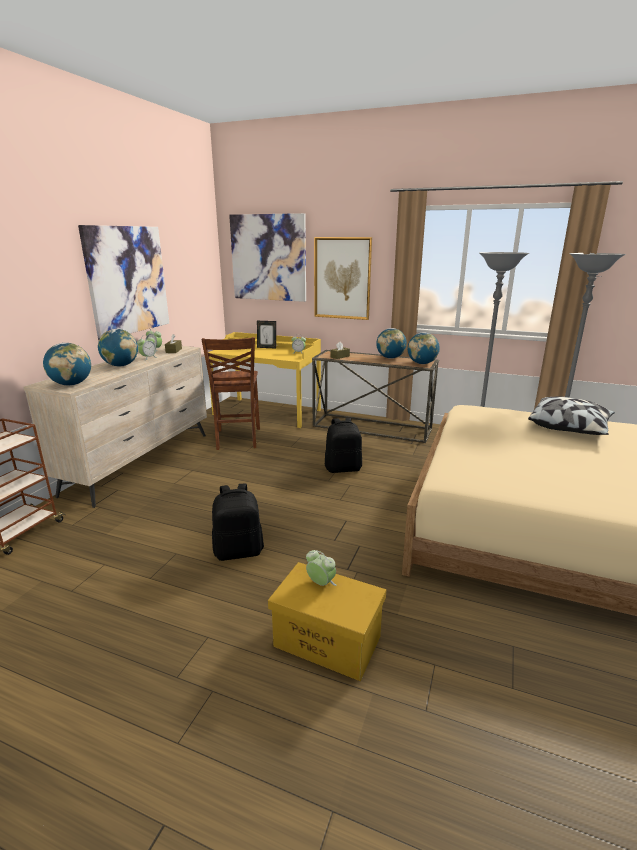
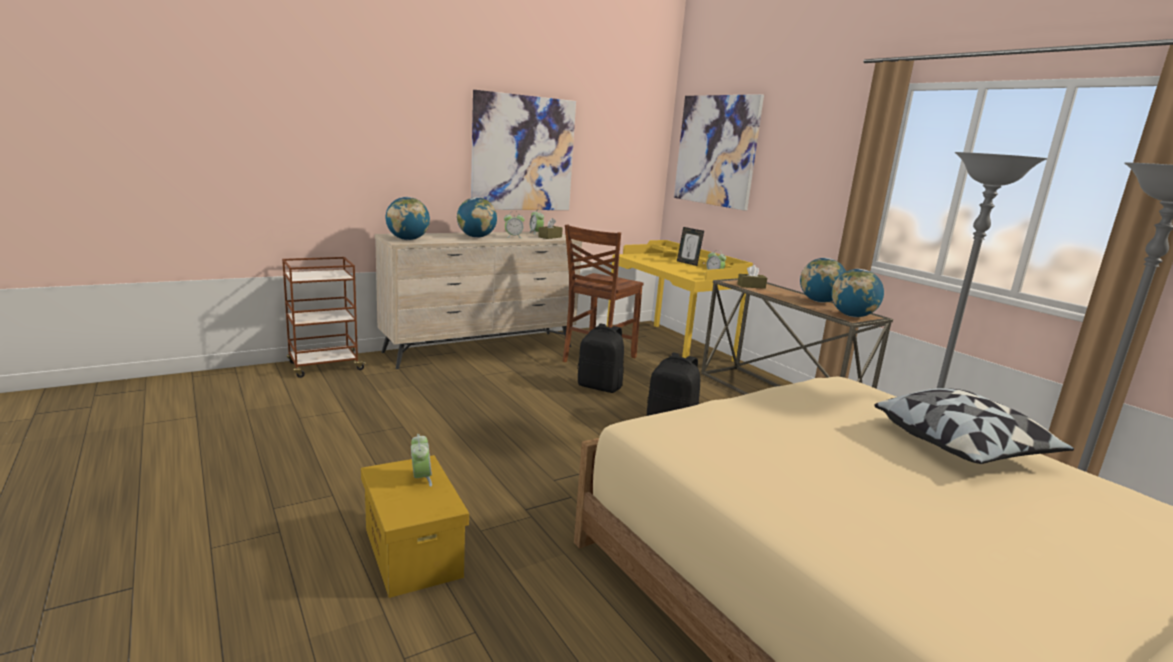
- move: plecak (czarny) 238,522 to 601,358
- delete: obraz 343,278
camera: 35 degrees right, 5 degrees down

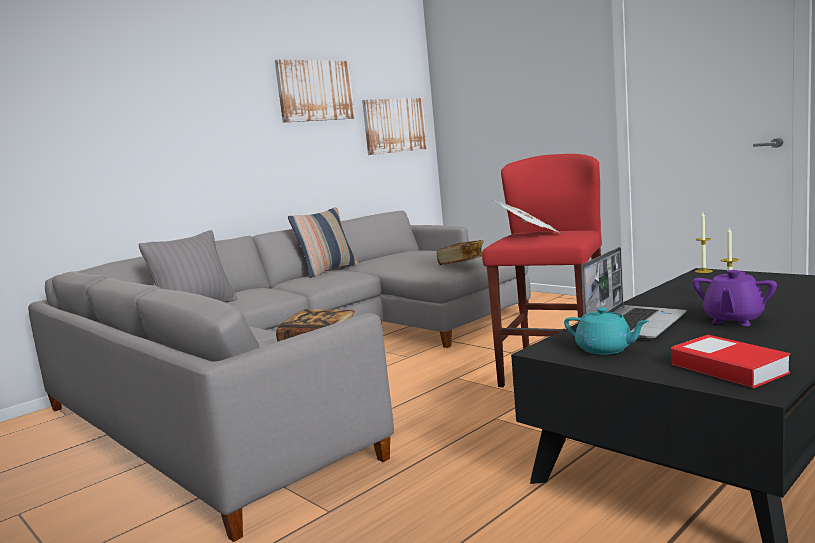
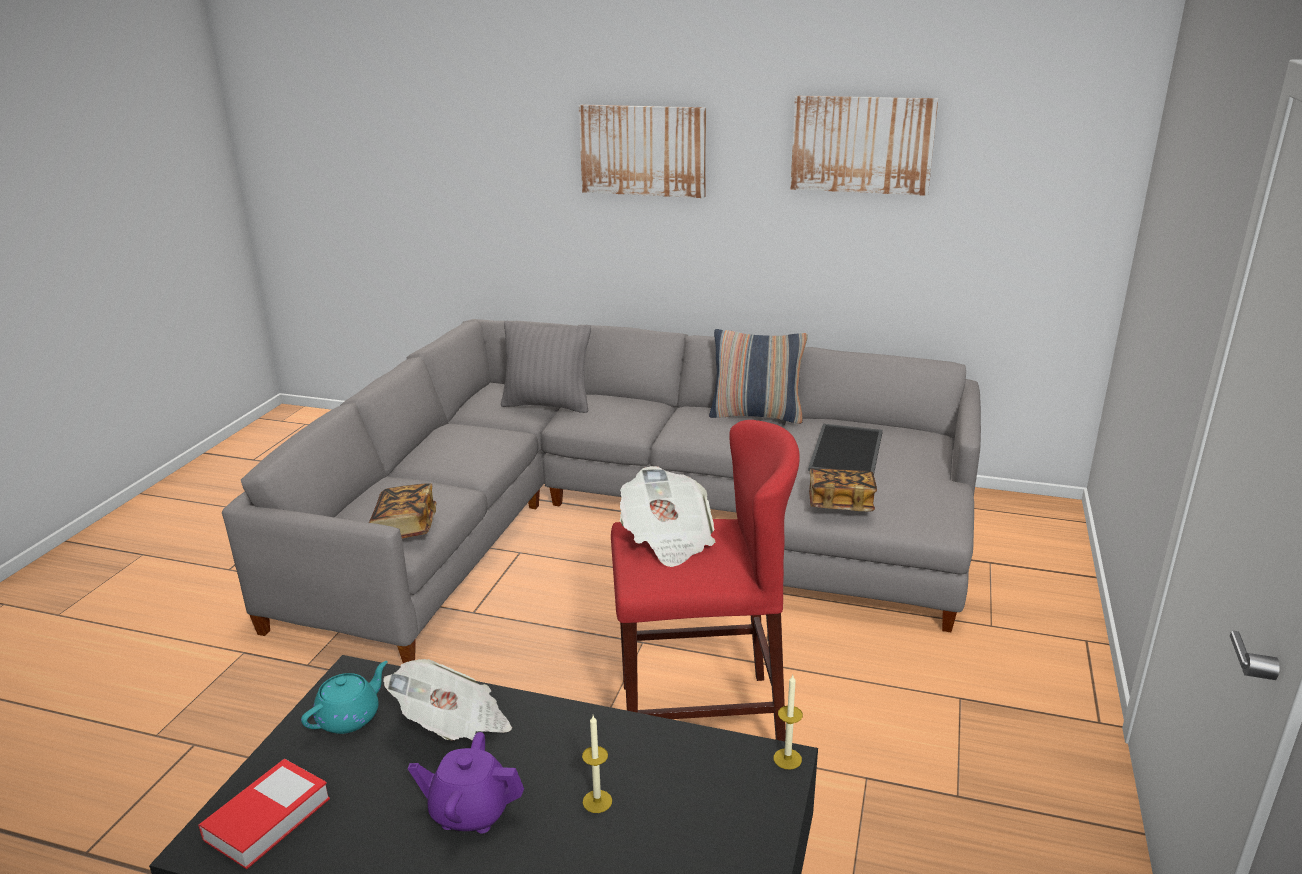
- rotate: imbryk (turkusowy) 606,331 = 344,697 150 degrees counterclockwise
- replace: laptop 634,293 to gazeta 448,700
- move: obraz 394,126 to 642,151
- insert: taca 845,449
camera: 60 degrees right, 15 degrees up

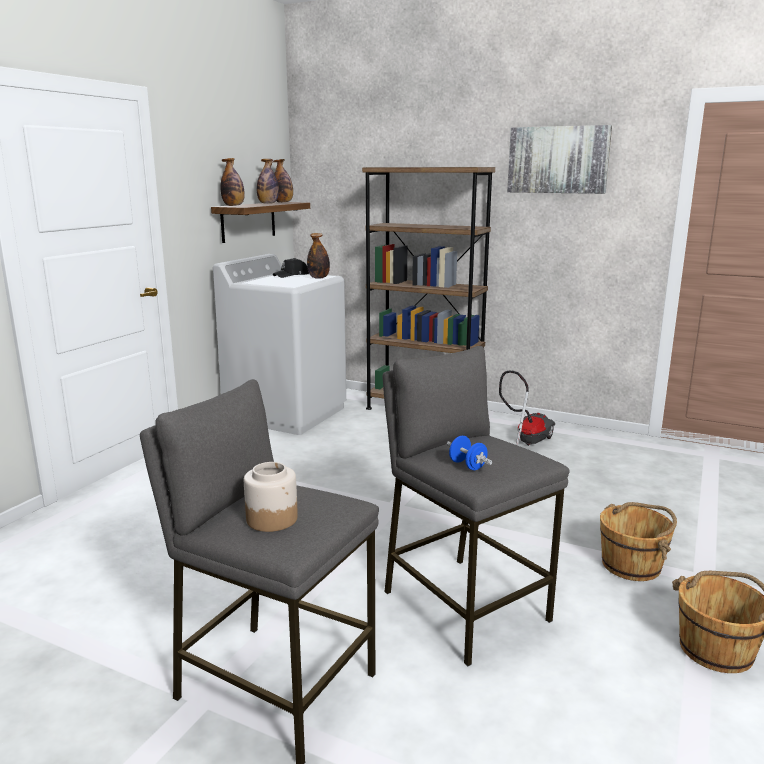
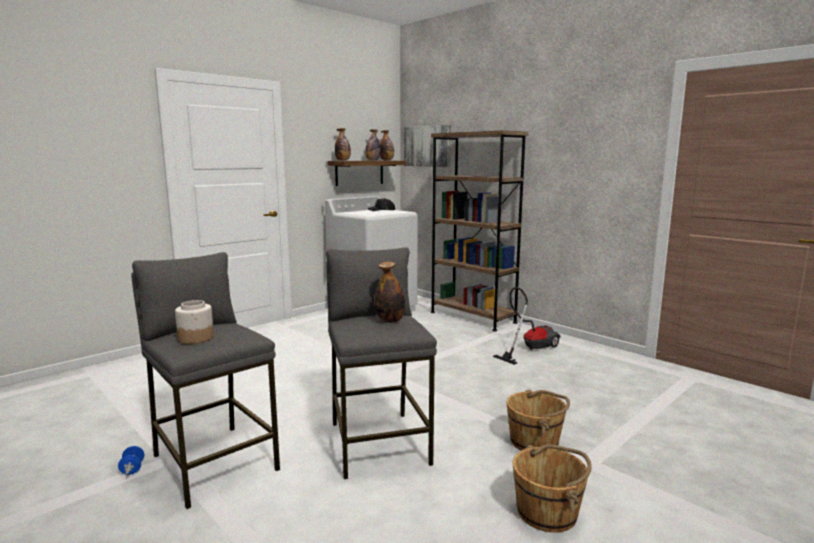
- move: hantel (niebieski) 469,453 to 131,460
- move: butelka 318,256 to 390,292
- move: obraz 559,159 to 427,146
camera: 20 degrees right, 5 degrees down

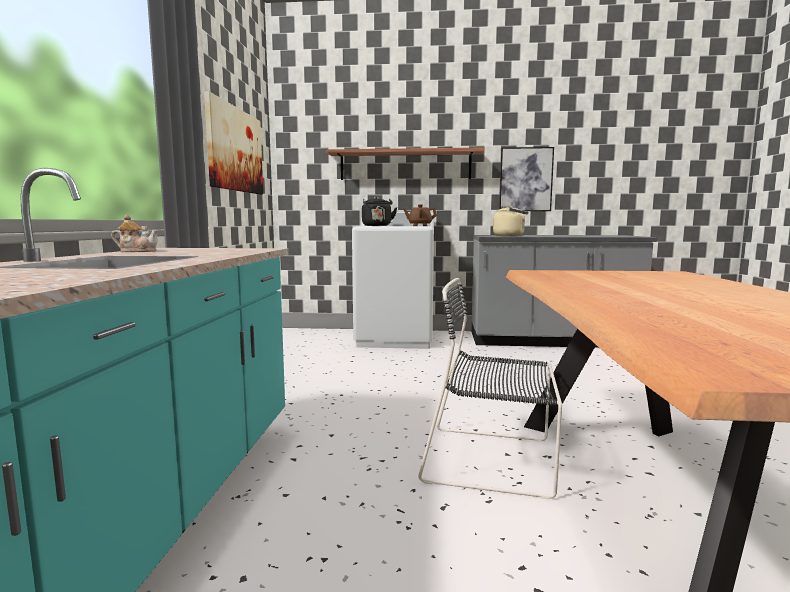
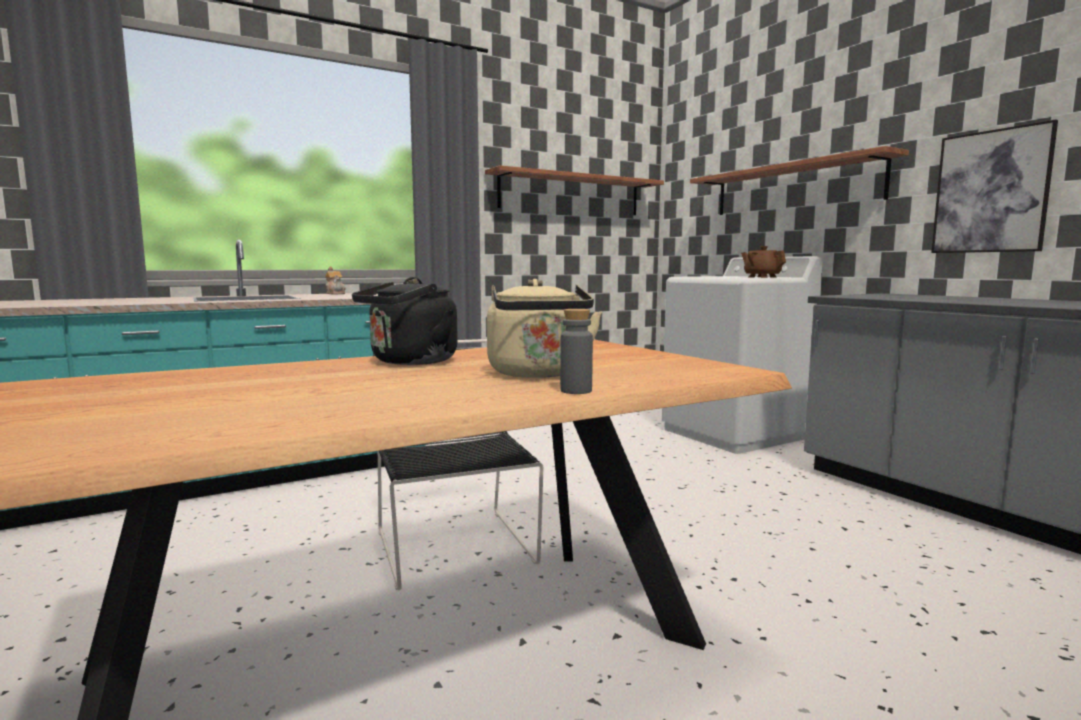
- move: czajnik (czarny) 379,211 to 405,321
- replace: obraz 233,142 to półka 574,190
- move: czajnik (beżowy) 510,221 to 544,328
- insert: butelka (szary) 576,351
camera: 55 degrees right, 0 degrees up

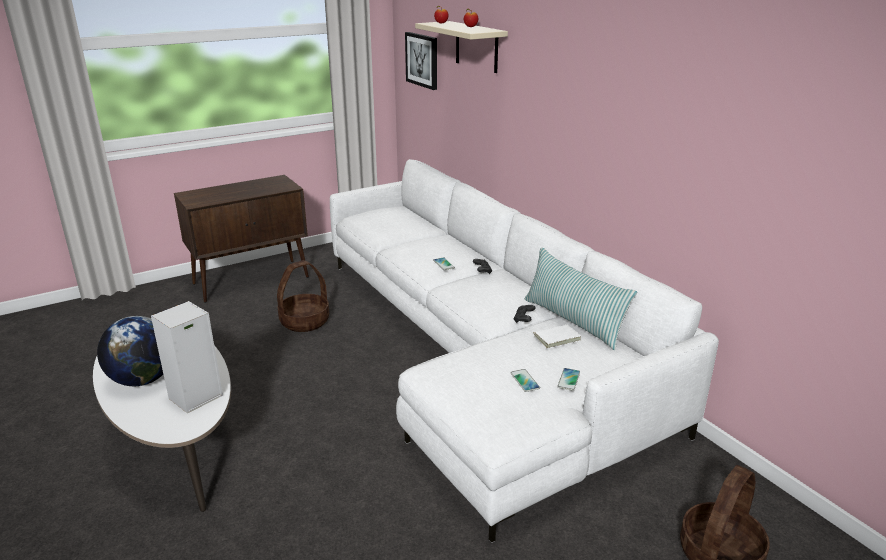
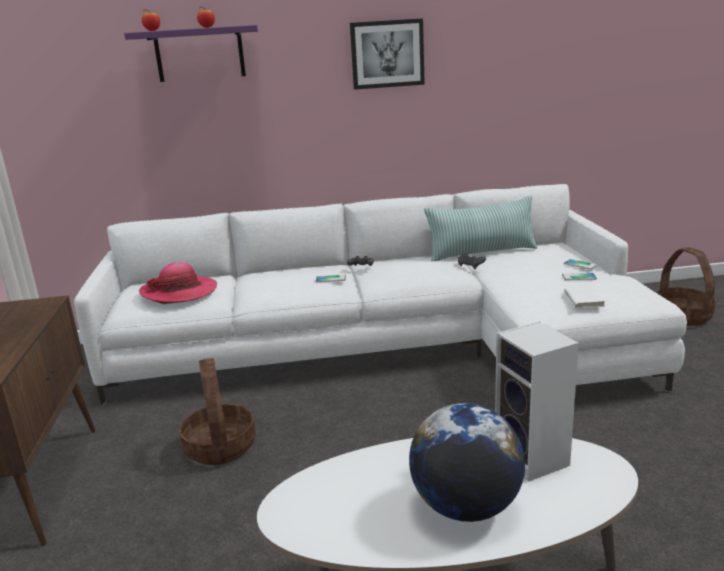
- recolor: półka (beżowy) 461,47 to półka (fioletowy) 191,53
- insert: kapelusz 178,283
- move: obraz 421,61 to 387,54
- move: książka (biały) 555,336 to 584,297
camera: 65 degrees left, 5 degrees down

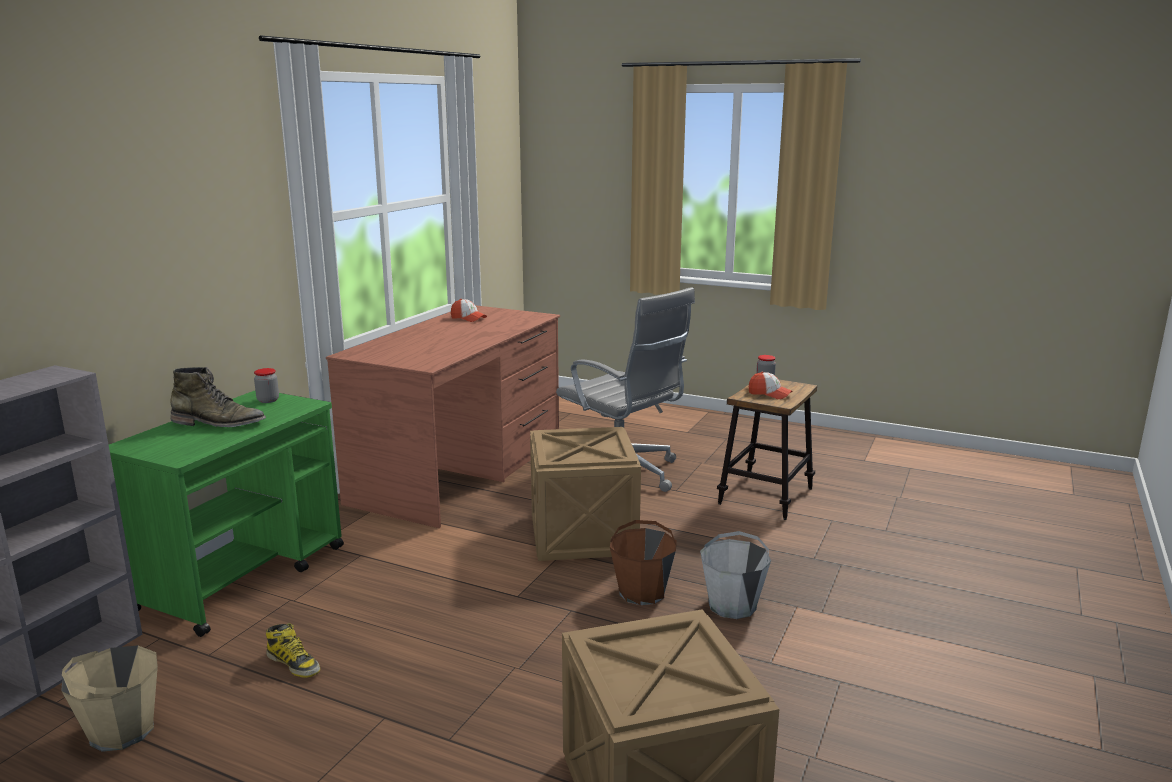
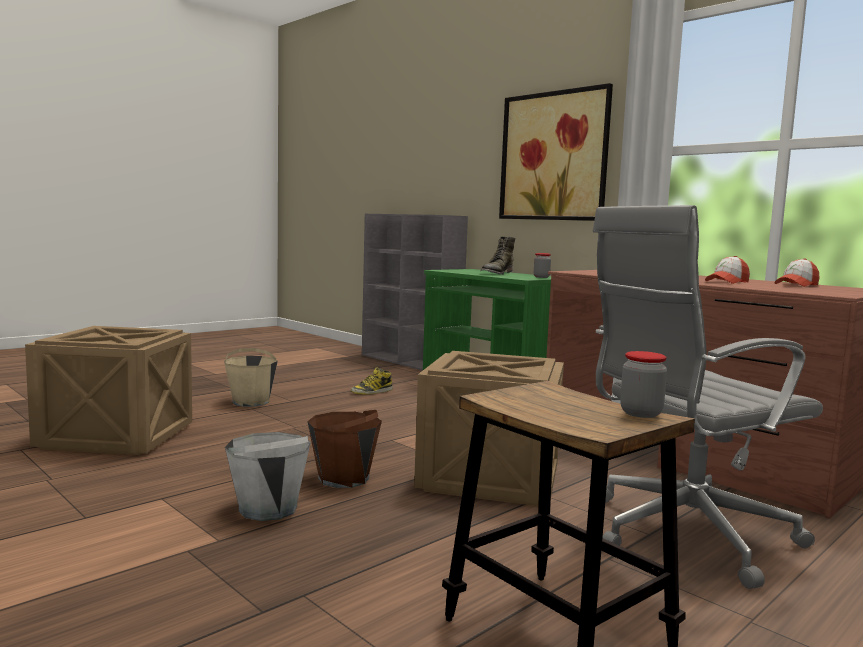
- move: wiadro (beżowy) 109,698 to 251,377
- insert: obraz 556,152
- move: czapka z daszkiem 770,385 to 727,270
camera: 110 degrees right, 10 degrees down

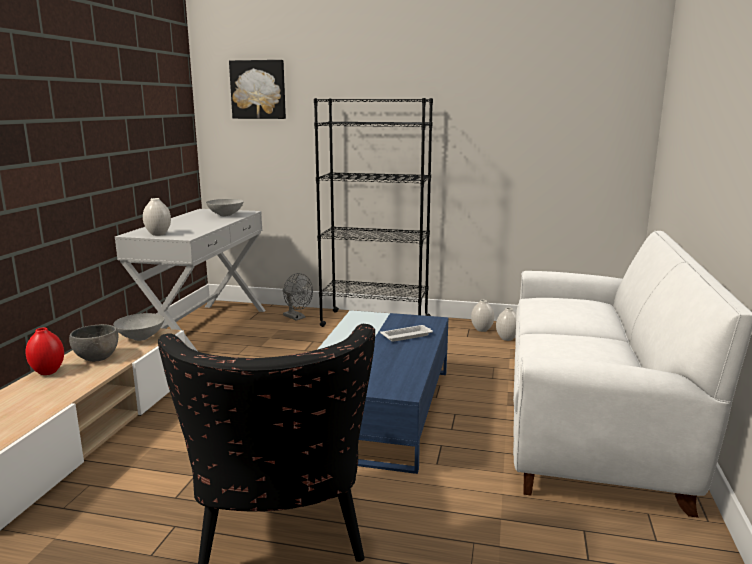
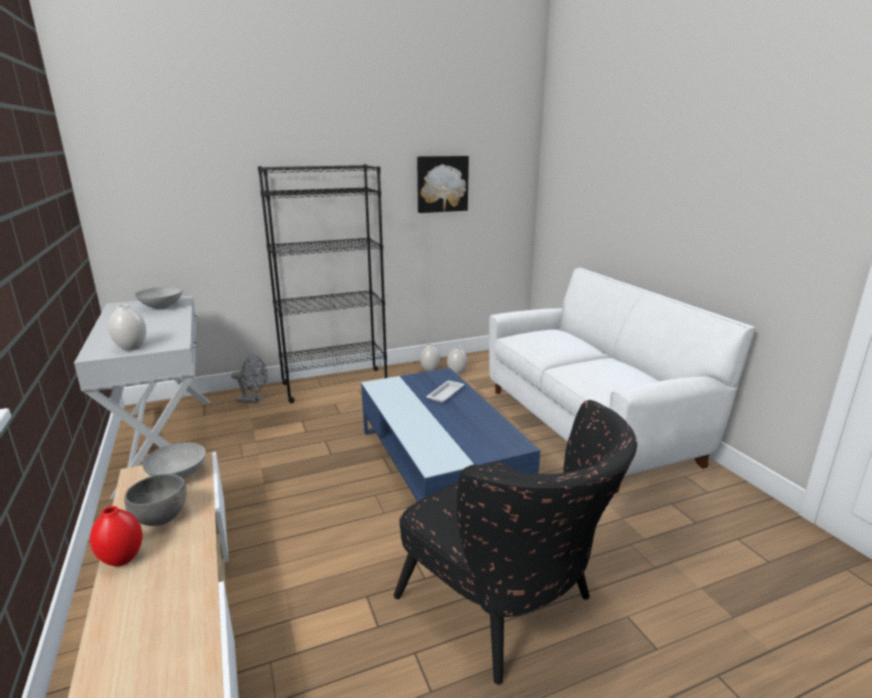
- move: obraz 257,89 to 443,184
camera: 35 degrees left, 5 degrees up

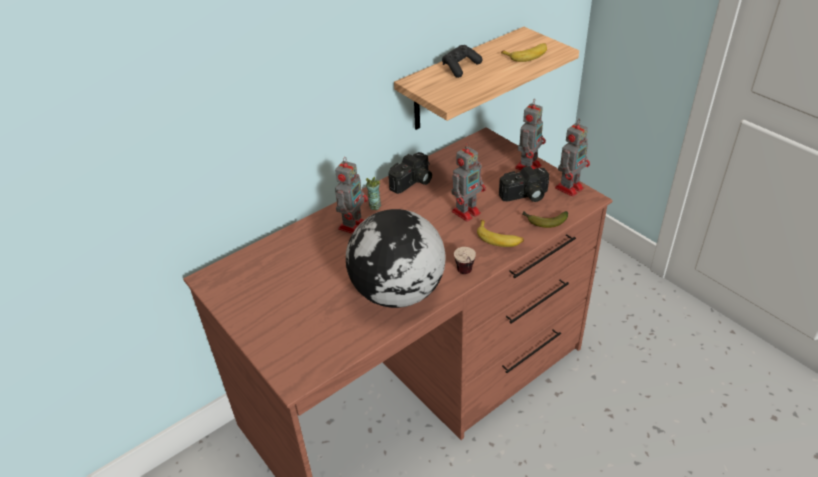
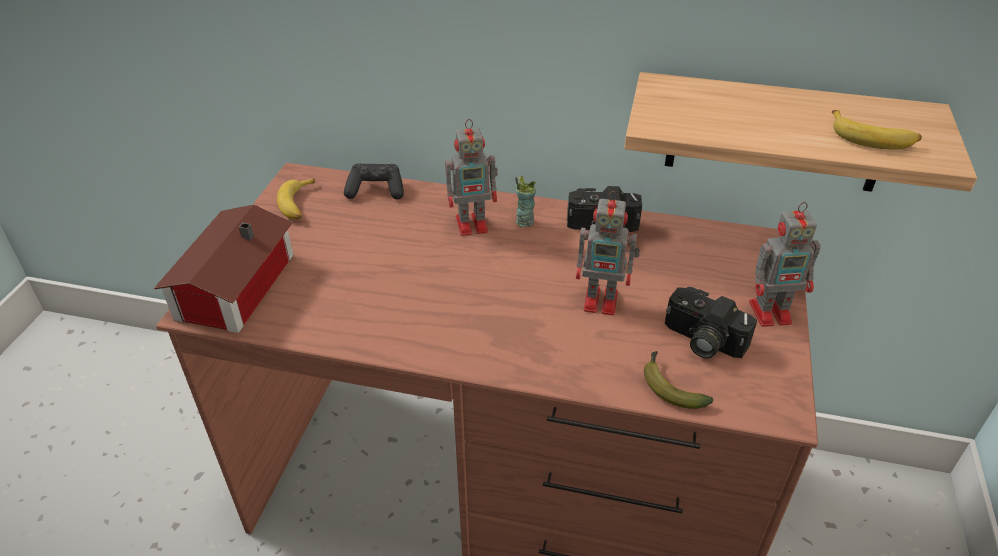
- insert: domek 223,269
- move: banan 500,233 to 296,199
- move: pad do gier (czarny) 462,61 to 374,181
- delete: globus 396,258
- delete: filiżanka 465,260
- delete: robot zabawkowy 572,158
camera: 50 degrees right, 0 degrees up

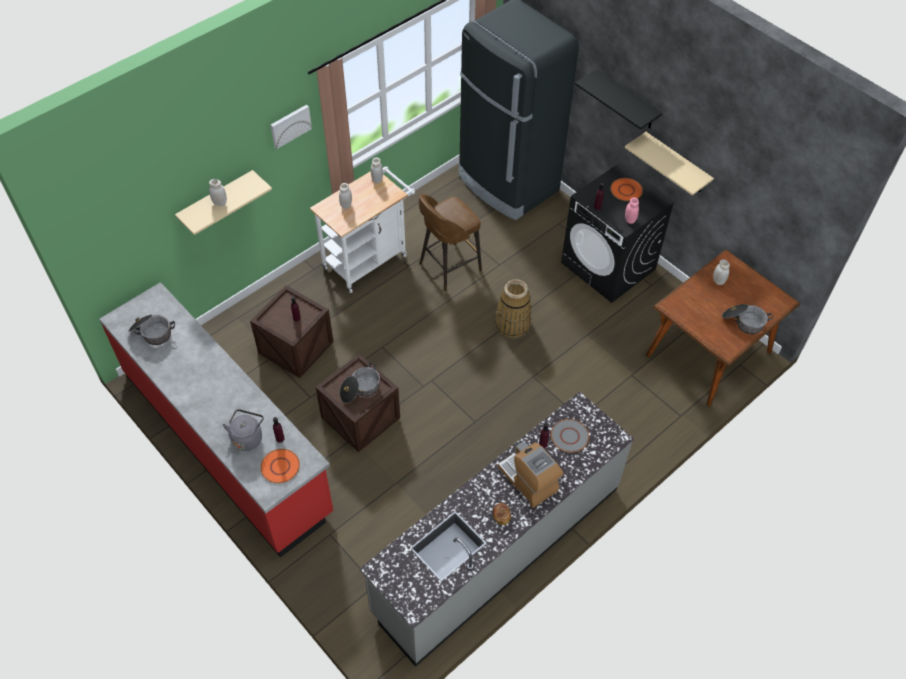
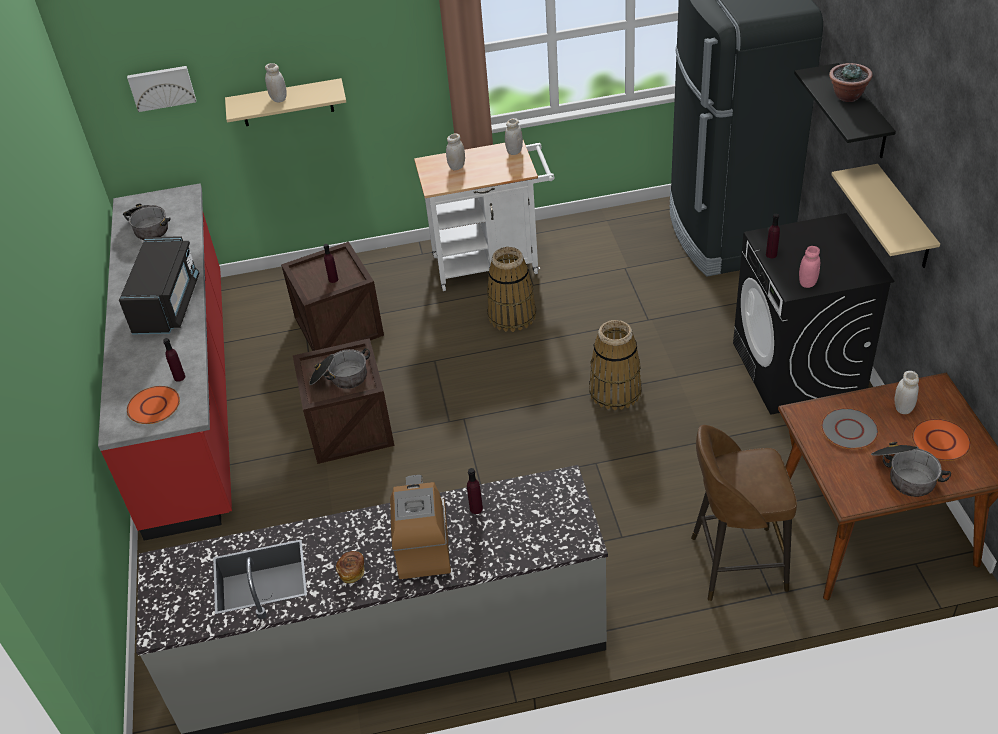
- insert: mikrofalówka (czarny) 159,285
- move: obraz 291,127 to 161,89
- insert: koszyk 511,289
- move: stołek (brązowy) 450,242 to 744,513
- move: talerz (szary) 570,435 to 850,428
- insert: roślina doniczkowa 851,82
- move: talerz (pomarańczowy) 626,189 to 941,440
- delete: czajnik (szary) 243,430
camera: 35 degrees right, 10 degrees down

